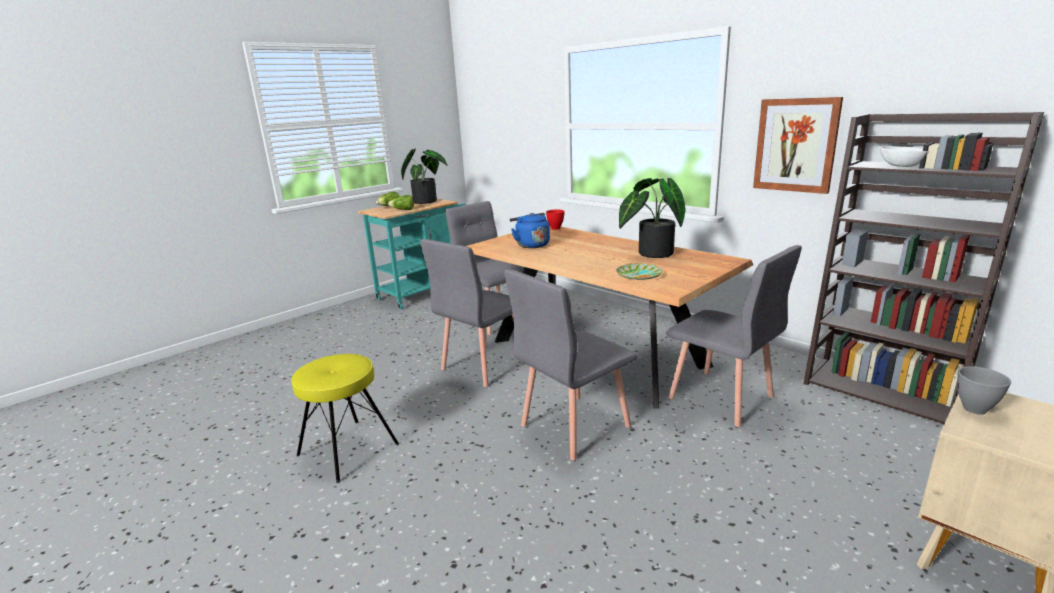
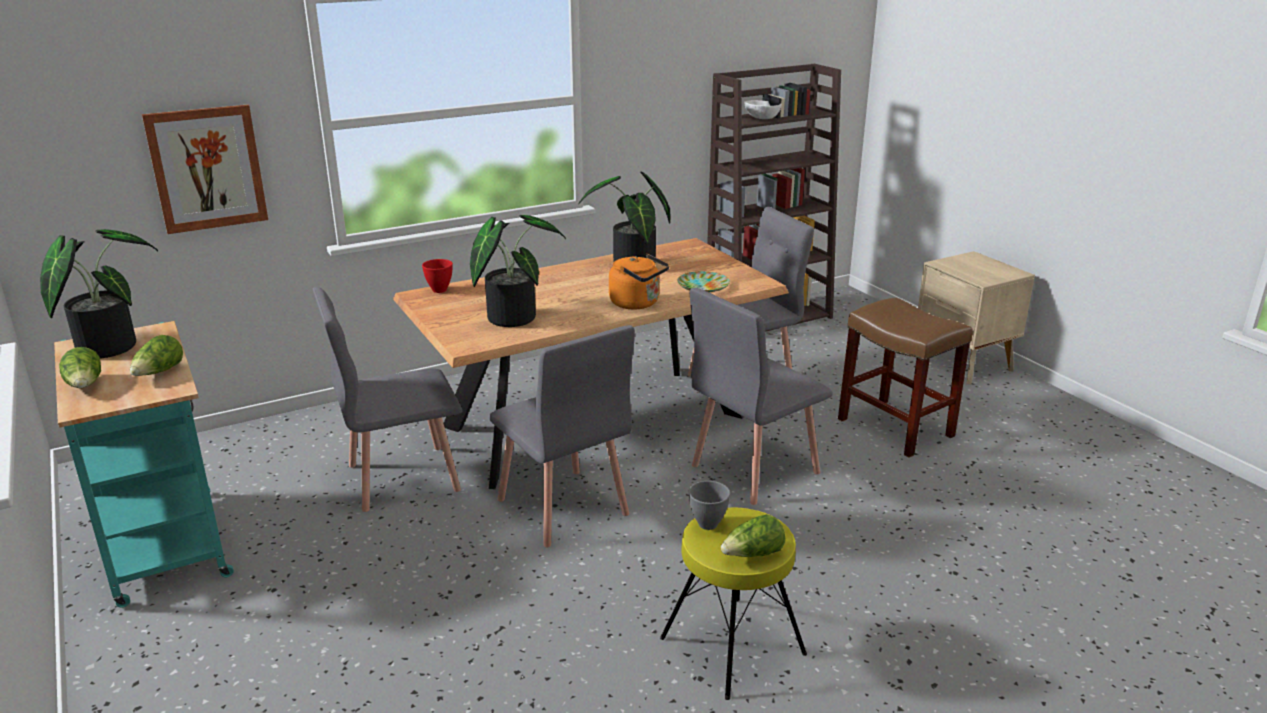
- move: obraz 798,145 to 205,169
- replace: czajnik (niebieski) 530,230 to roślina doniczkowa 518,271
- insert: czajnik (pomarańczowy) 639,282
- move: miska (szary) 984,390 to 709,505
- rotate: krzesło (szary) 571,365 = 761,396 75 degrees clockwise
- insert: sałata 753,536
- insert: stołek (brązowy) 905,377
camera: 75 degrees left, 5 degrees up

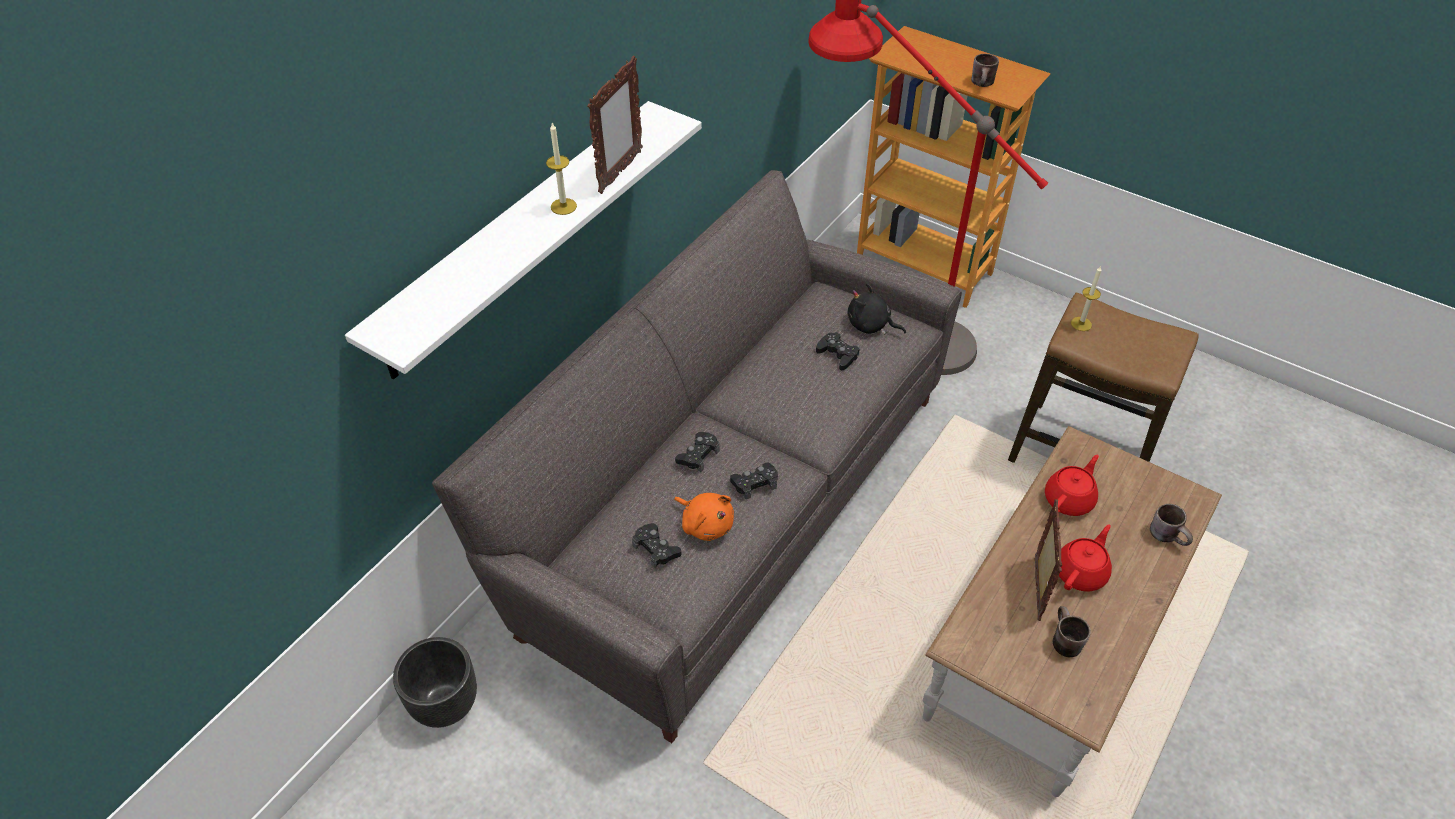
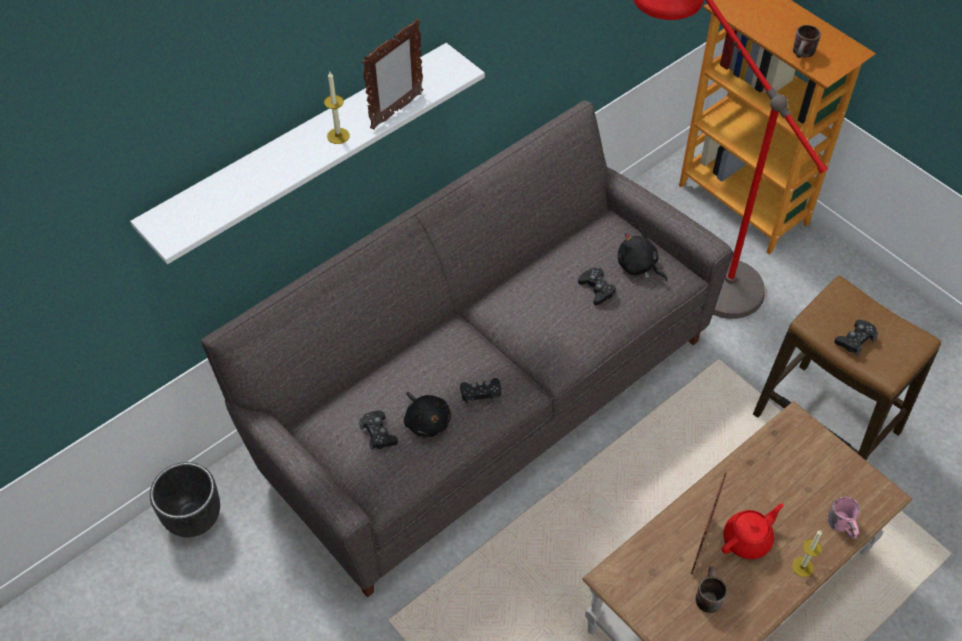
- recolor: pluszak (pomarańczowy) 704,517 to pluszak (czarny) 427,415
- move: świeca 1086,298 to 807,553
- recolor: kubek (brązowy) 1171,525 to kubek (różowy) 843,518
- move: pad do gier (czarny) 697,452 to 856,338
- delete: imbryk (czerwony) 1072,485
camera: 15 degrees right, 5 degrees up

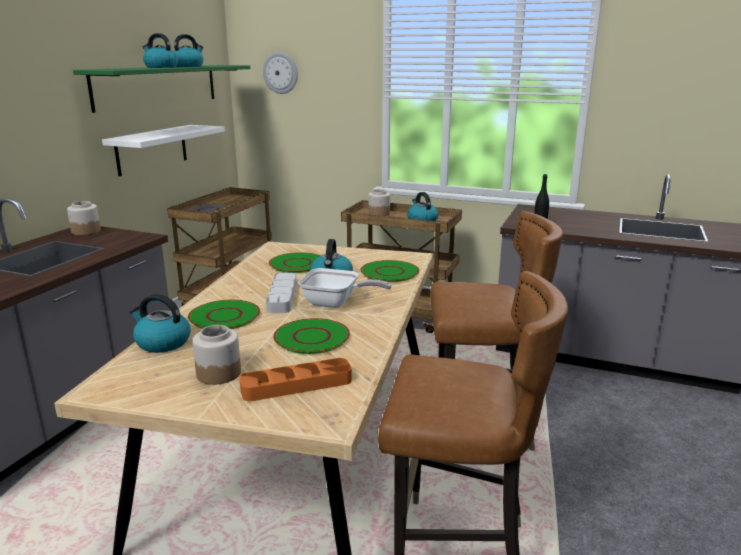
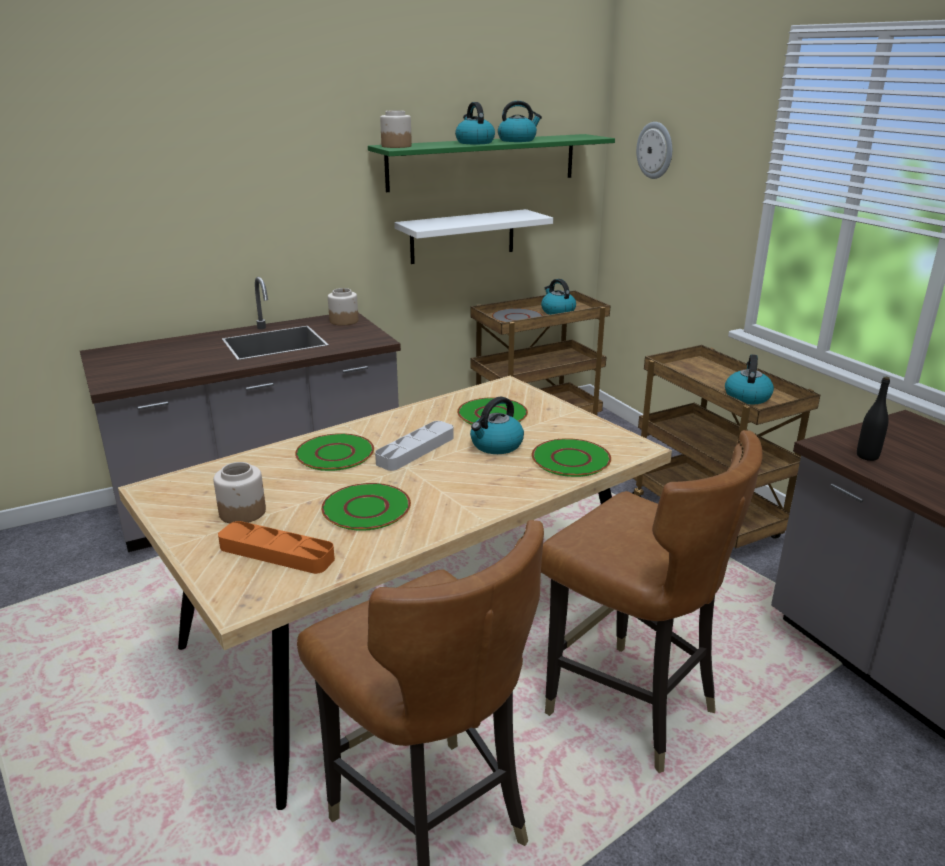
- move: słoik 379,202 to 396,129
- move: czajnik 160,323 to 558,297
- delete: patelnia 345,288
camera: 40 degrees right, 5 degrees up

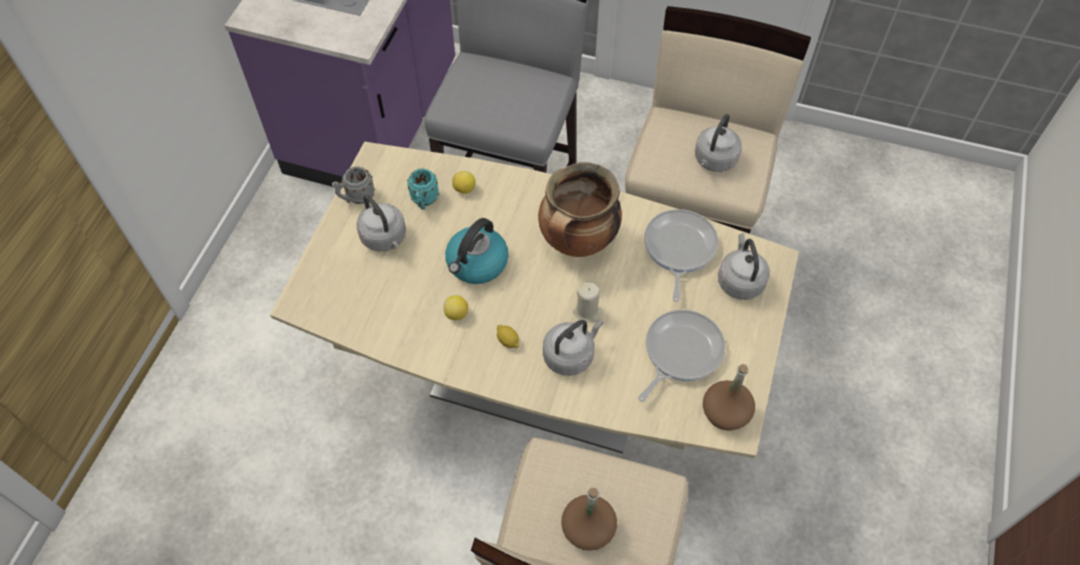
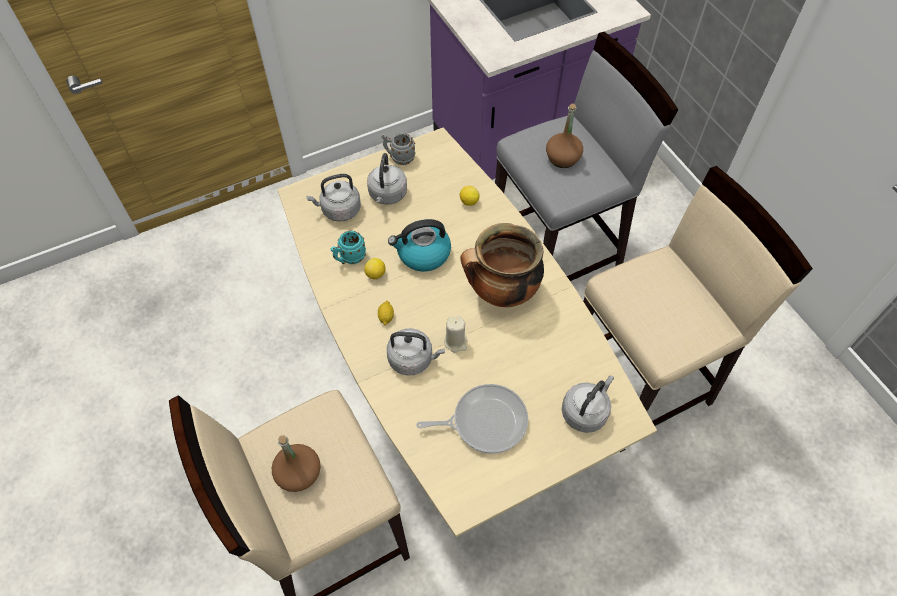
- move: czajnik (szary) 718,143 to 333,198
- move: kubek (turkusowy) 423,189 to 348,247
- move: butelka (brązowy) 729,397 to 564,136
- delete: patelnia 681,255
camera: 45 degrees right, 0 degrees up

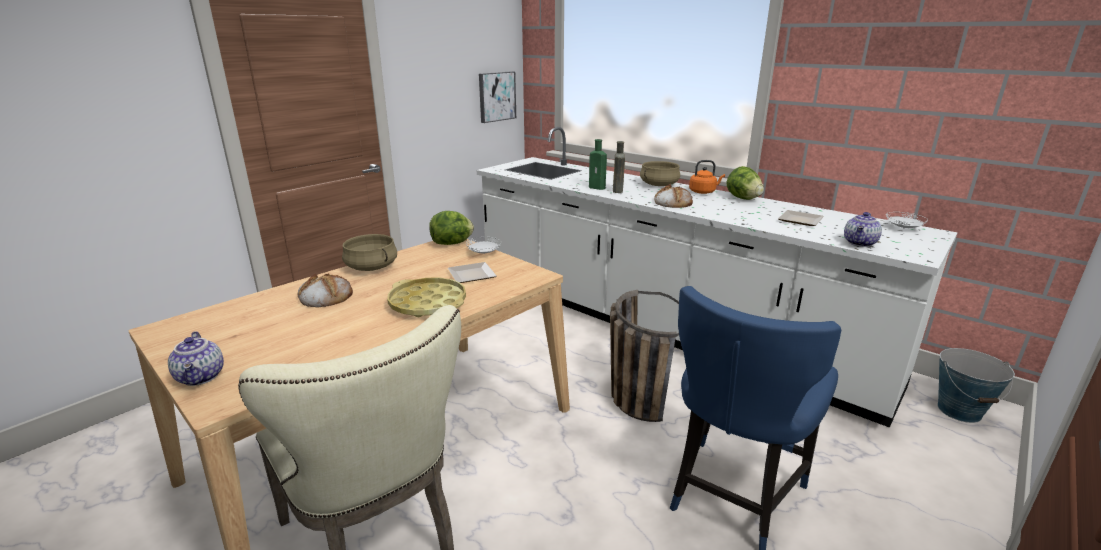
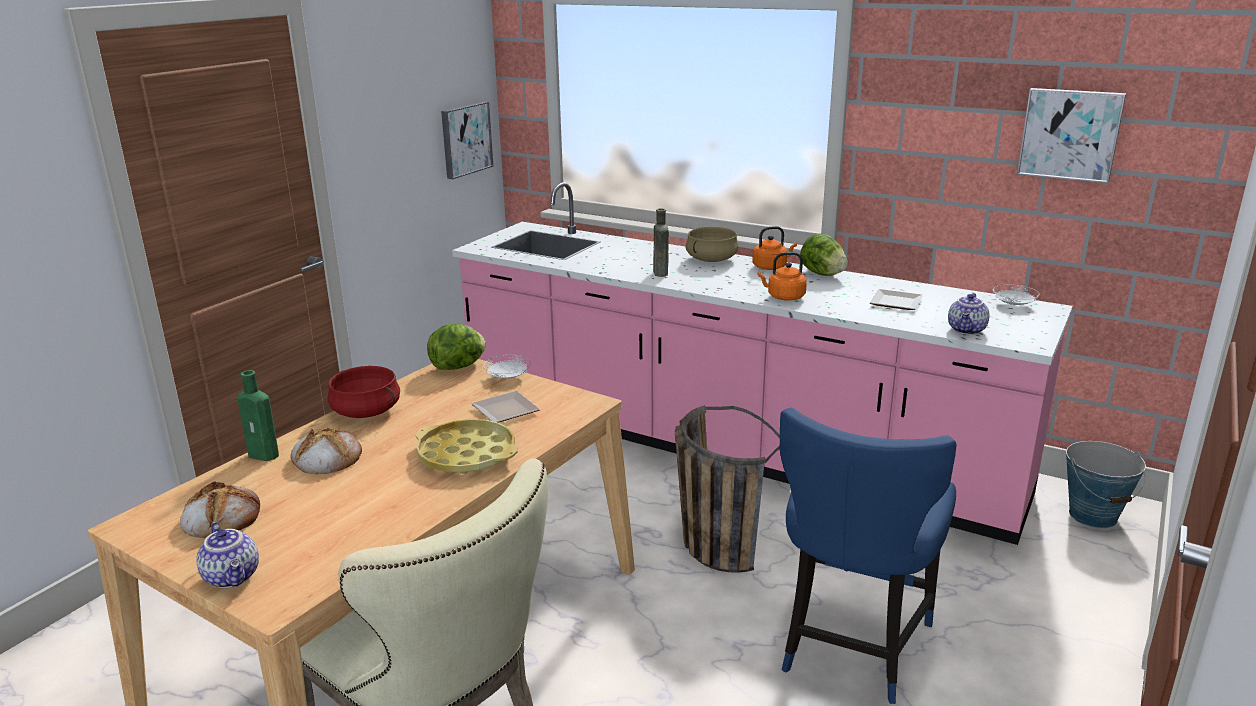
- move: chleb 673,196 to 220,509
- move: butelka (zielony) 598,164 to 258,415
- recolor: garnek (beżowy) 369,252 to garnek (czerwony) 363,392
- recolor: zabudowa kuchenna (biały) 717,277 to zabudowa kuchenna (różowy) 762,363
- insert: czajnik (pomarańczowy) 782,276
- insert: obraz 1071,135
camera: 10 degrees left, 0 degrees up

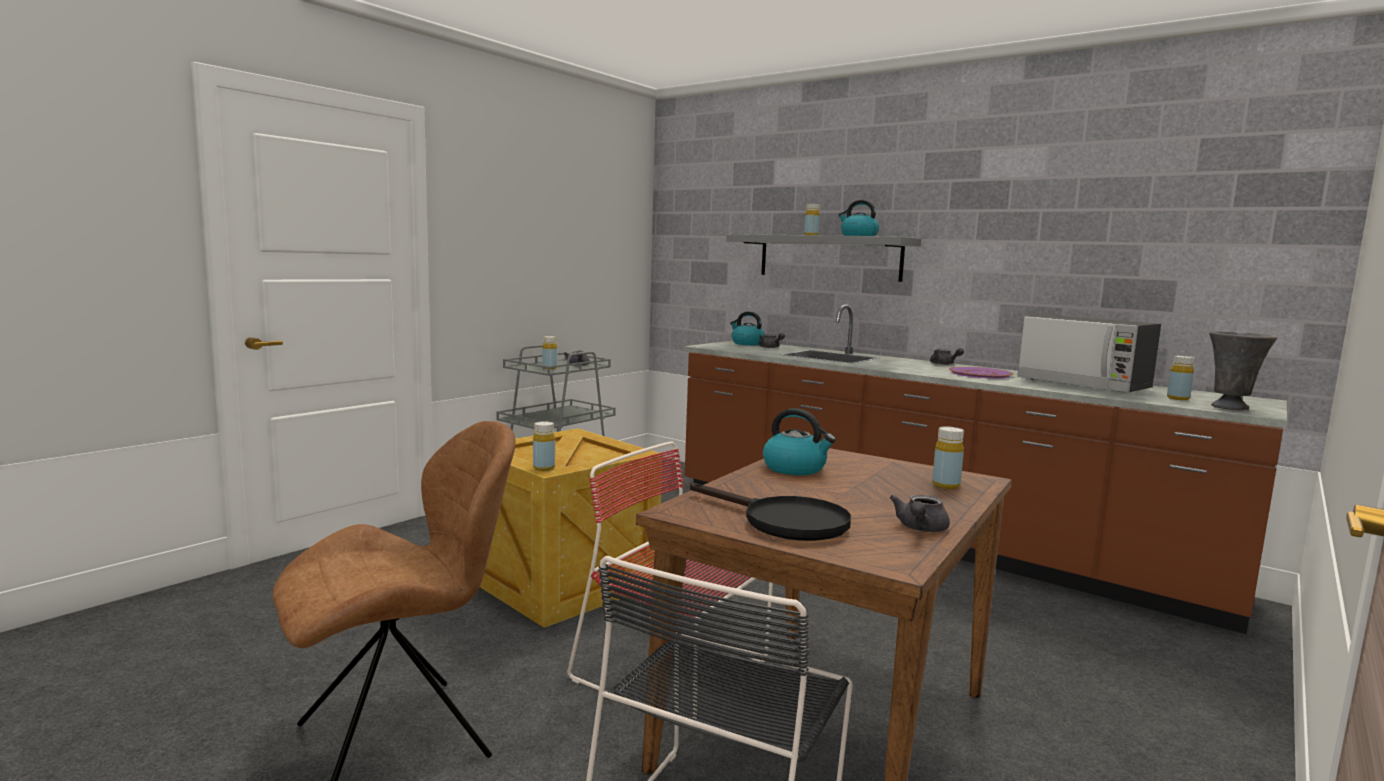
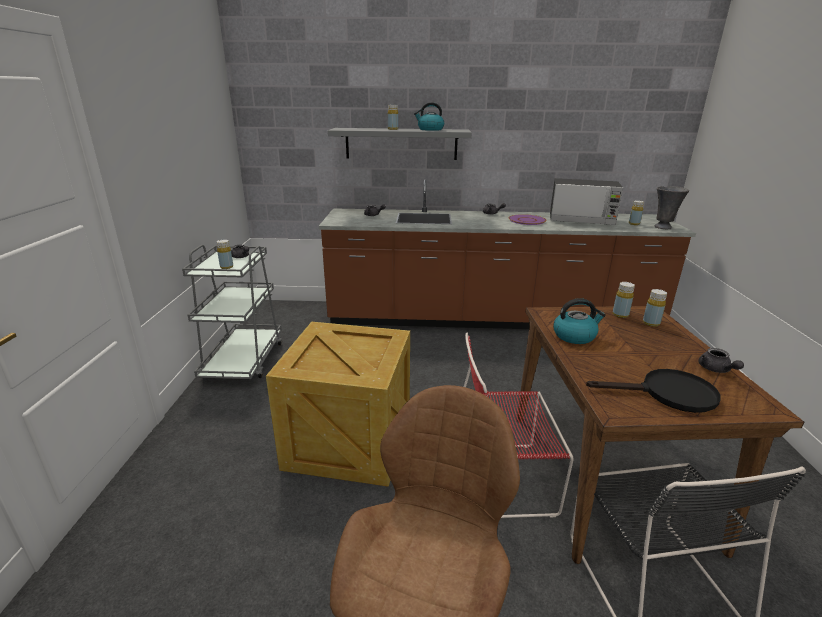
- move: butelka (żółty) 544,446 to 624,300
- delete: czajnik 747,328
camera: 35 degrees left, 15 degrees up

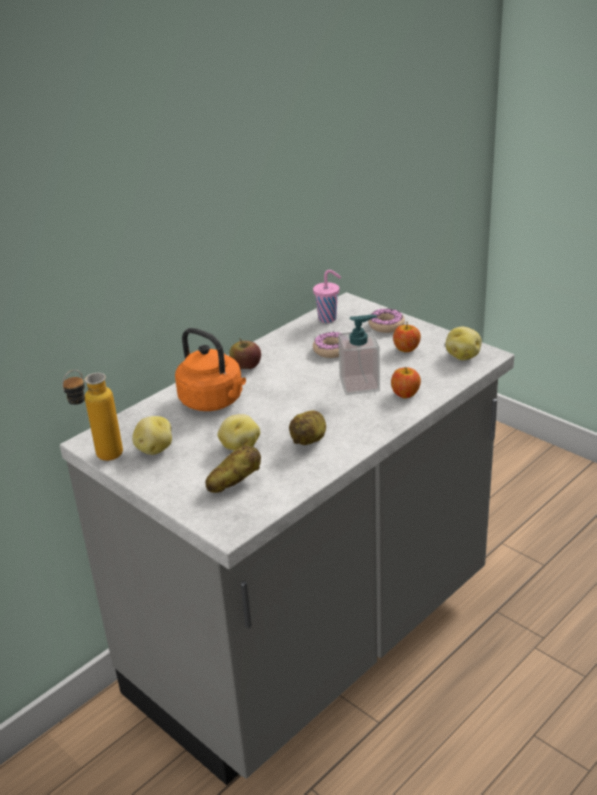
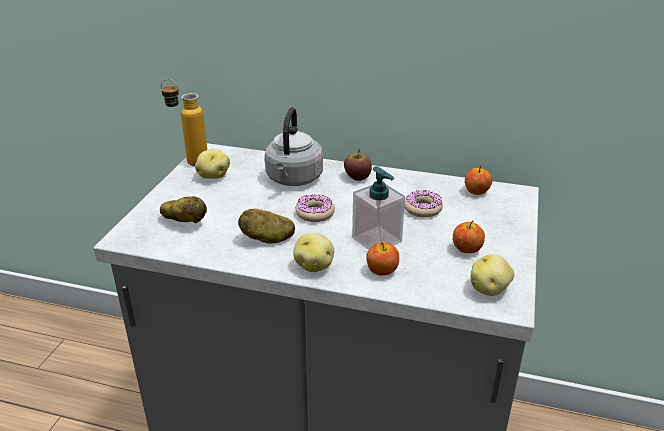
- recolor: czajnik (pomarańczowy) 210,369 to czajnik (szary) 294,146
- move: ziemniak 238,432 to 313,252
- move: donut 386,320 to 315,208
- replace: filiżanka (różowy) 327,296 to jabłko 478,180
camera: 60 degrees right, 0 degrees up

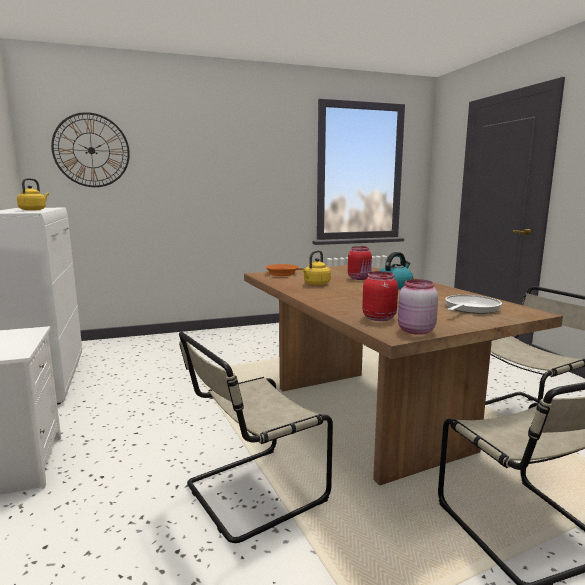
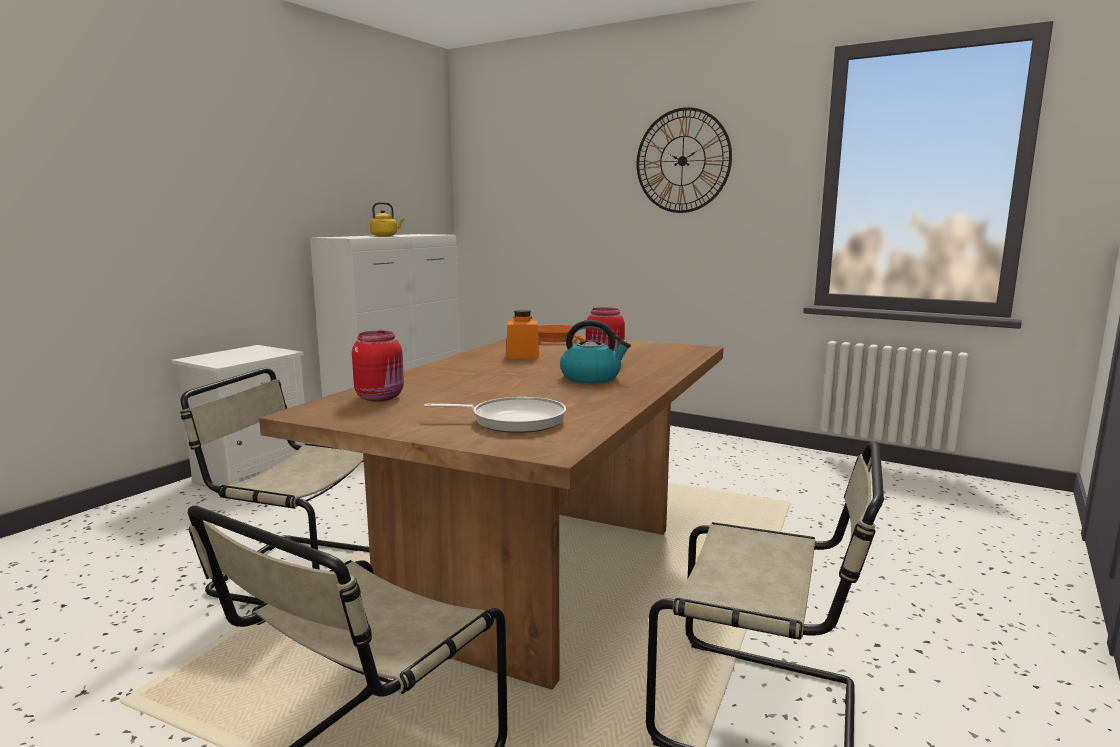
- replace: czajnik (żółty) 316,267 to słoik (pomarańczowy) 522,334
- move: zegar ścienny 90,149 to 684,160
- delete: słoik (różowy) 418,307
camera: 50 degrees right, 0 degrees up

